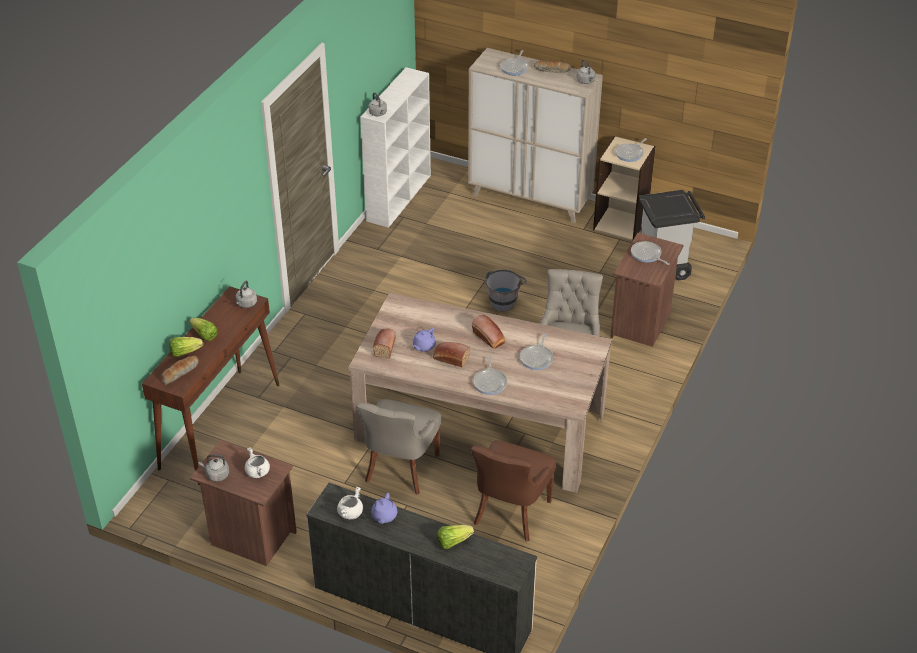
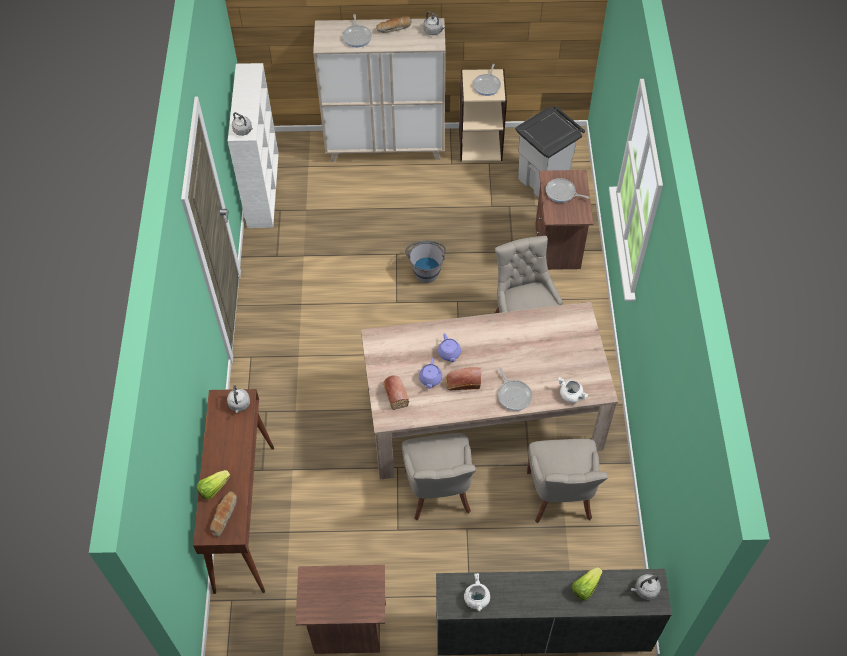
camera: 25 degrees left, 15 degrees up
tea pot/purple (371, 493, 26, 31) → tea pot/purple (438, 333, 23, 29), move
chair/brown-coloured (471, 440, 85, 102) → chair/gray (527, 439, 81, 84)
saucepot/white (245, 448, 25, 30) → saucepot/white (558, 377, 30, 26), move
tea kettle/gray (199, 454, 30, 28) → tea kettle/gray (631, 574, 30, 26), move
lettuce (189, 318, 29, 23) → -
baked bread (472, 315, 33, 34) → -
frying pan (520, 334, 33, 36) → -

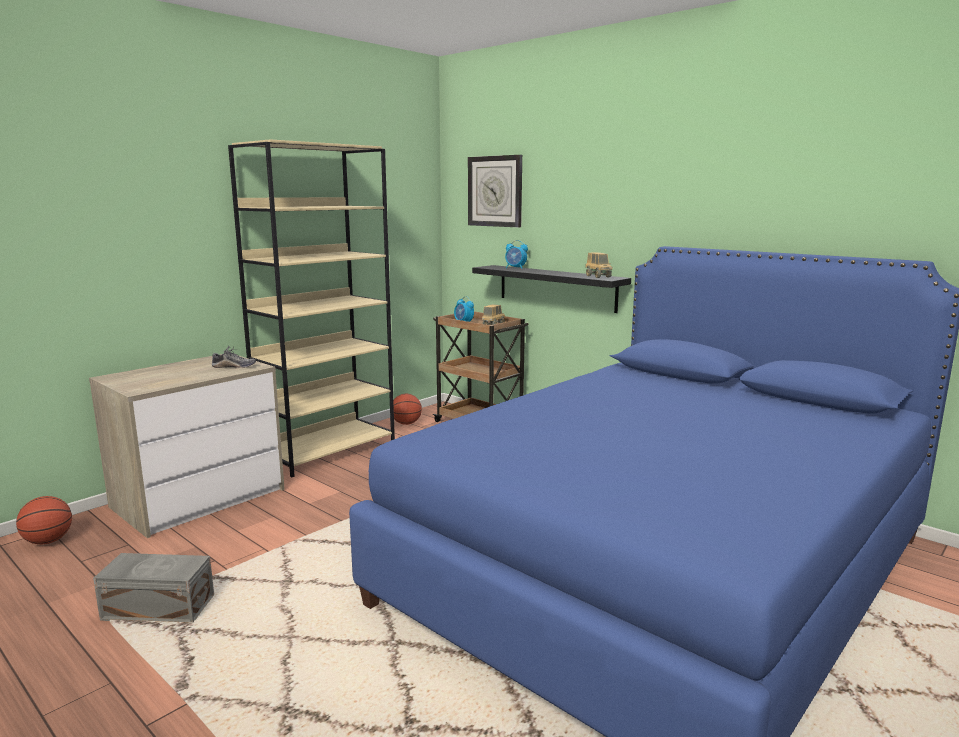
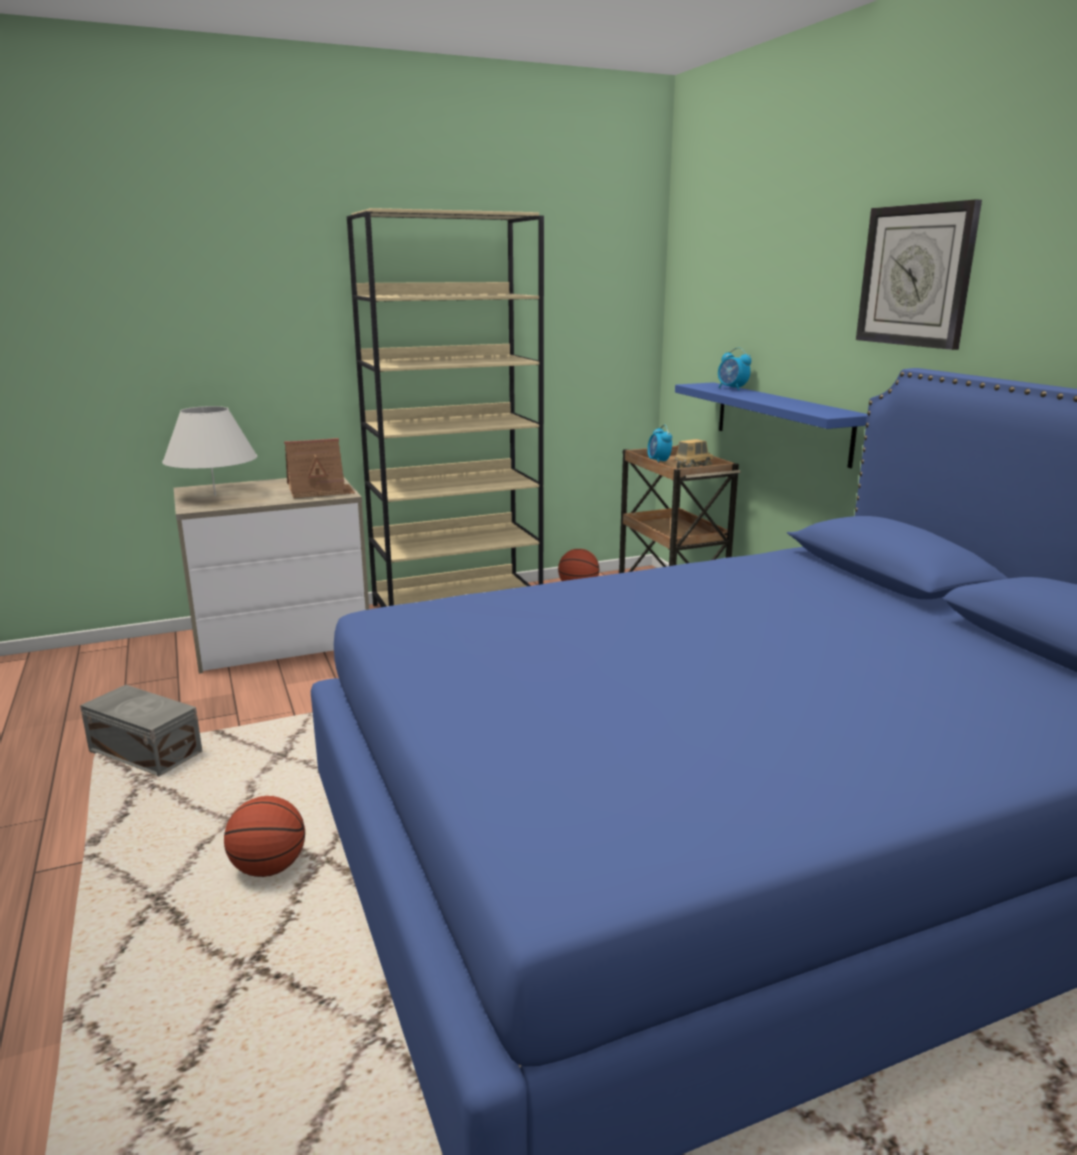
camera: 25 degrees right, 5 degrees up
- → lamp for a table/white (162, 406, 95, 90)
basketball (16, 496, 56, 48) → basketball (224, 796, 81, 81), move
low shoe (212, 346, 44, 22) → model house (284, 438, 71, 61)
bracket shelf/black-coloured (472, 265, 159, 48) → bracket shelf/blue-coloured (675, 382, 192, 86)
hanging clock (468, 155, 54, 72) → hanging clock (856, 200, 126, 150), move
toy truck (585, 252, 28, 26) → -

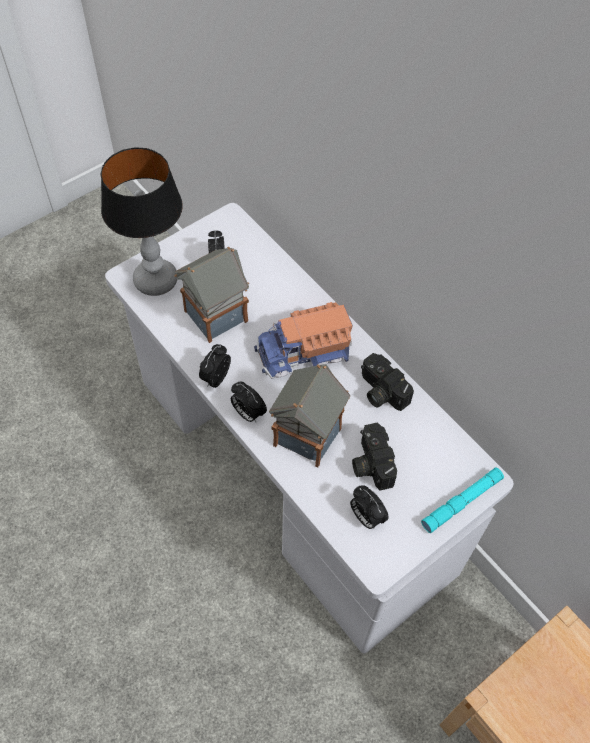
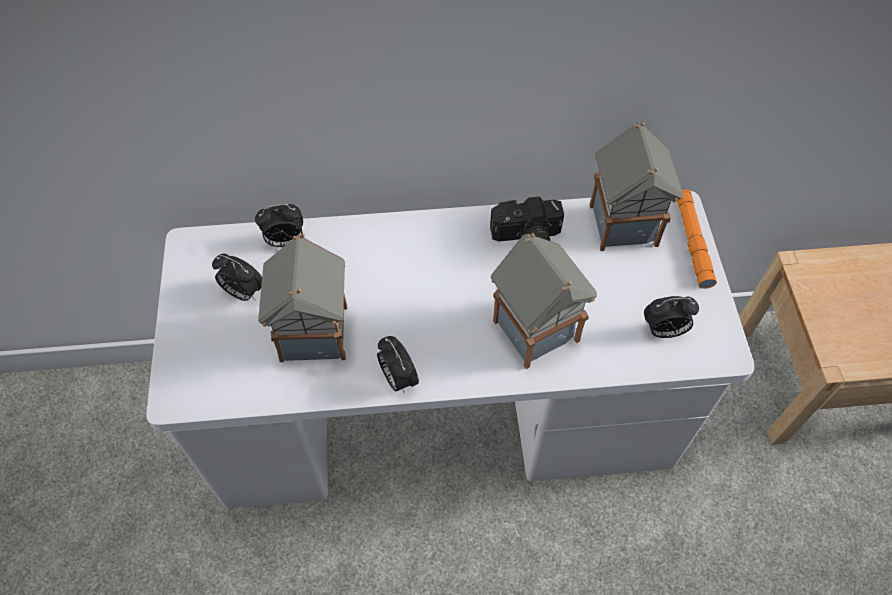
camera: 55 degrees left, 0 degrees up
bedside clock (231, 382, 36, 40) → bedside clock (255, 204, 48, 43), move
- → model house (590, 122, 93, 129)
flashlight/turquoise-coloured (421, 467, 83, 66) → flashlight/orange-coloured (677, 190, 40, 99)
lamp for a table (100, 147, 83, 149) → -
toy truck (254, 302, 99, 77) → -
photo camera (352, 422, 45, 68) → -

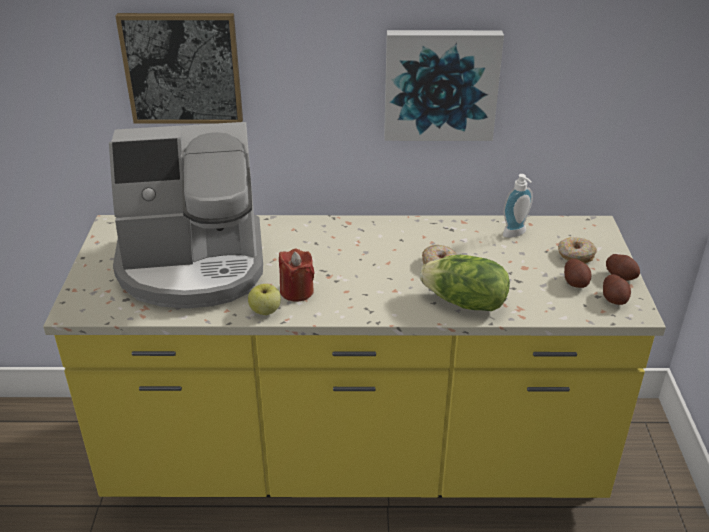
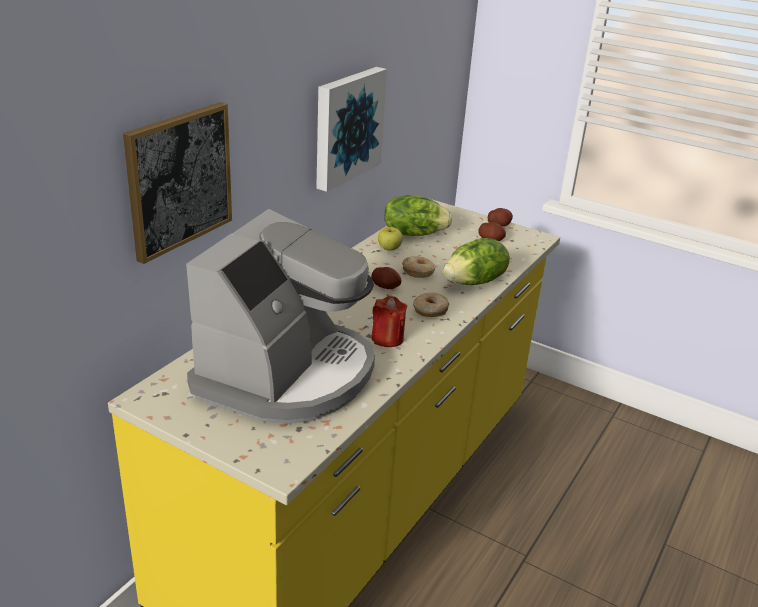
camera: 60 degrees left, 5 degrees down
spud (603, 274, 28, 31) → spud (371, 267, 31, 22), move
whole apple (248, 284, 33, 31) → whole apple (378, 227, 25, 24), move
soap bottle (503, 174, 30, 64) → lettuce (384, 195, 69, 41)
ring doughnut (558, 237, 39, 27) → ring doughnut (413, 292, 36, 25), move

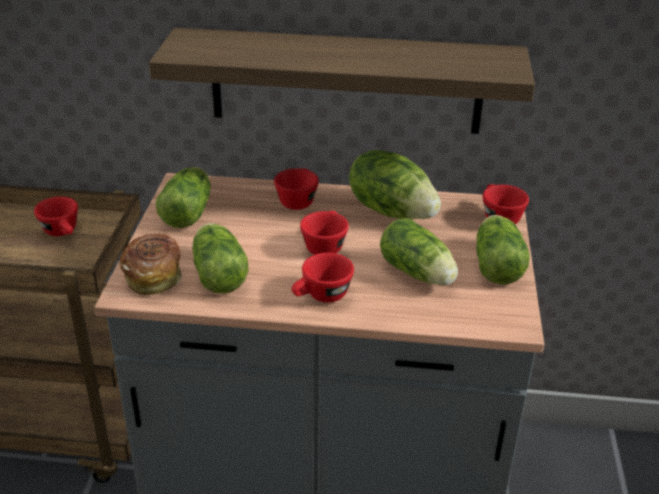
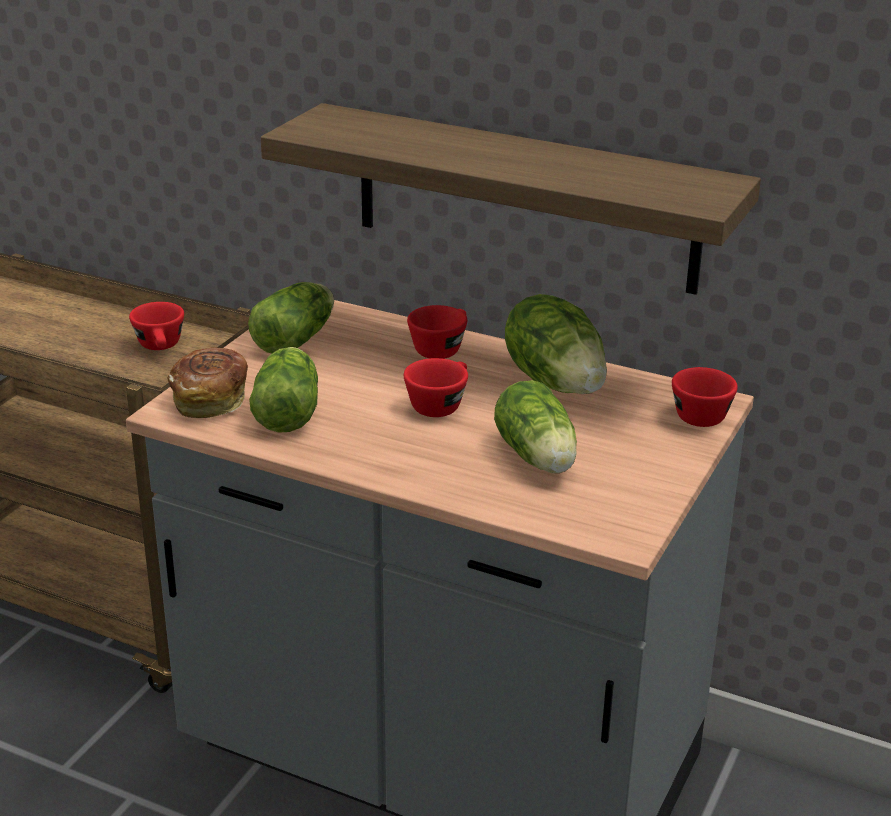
camera: 20 degrees right, 5 degrees down
small cup/red-coloured (291, 253, 63, 50) → -
lettuce (476, 215, 54, 70) → -

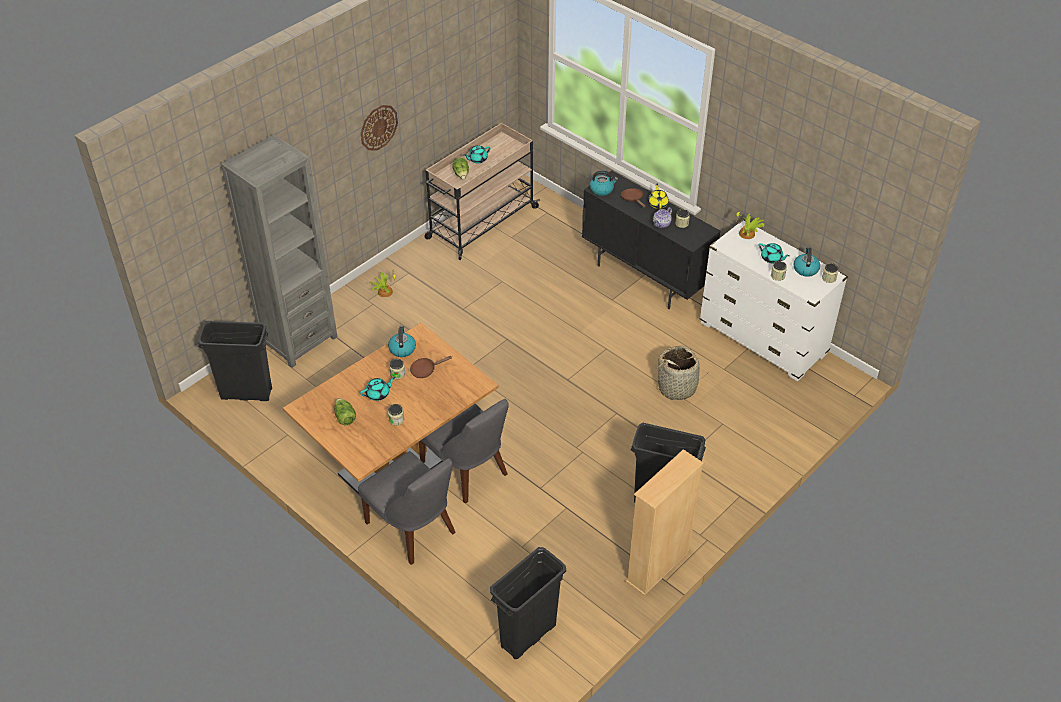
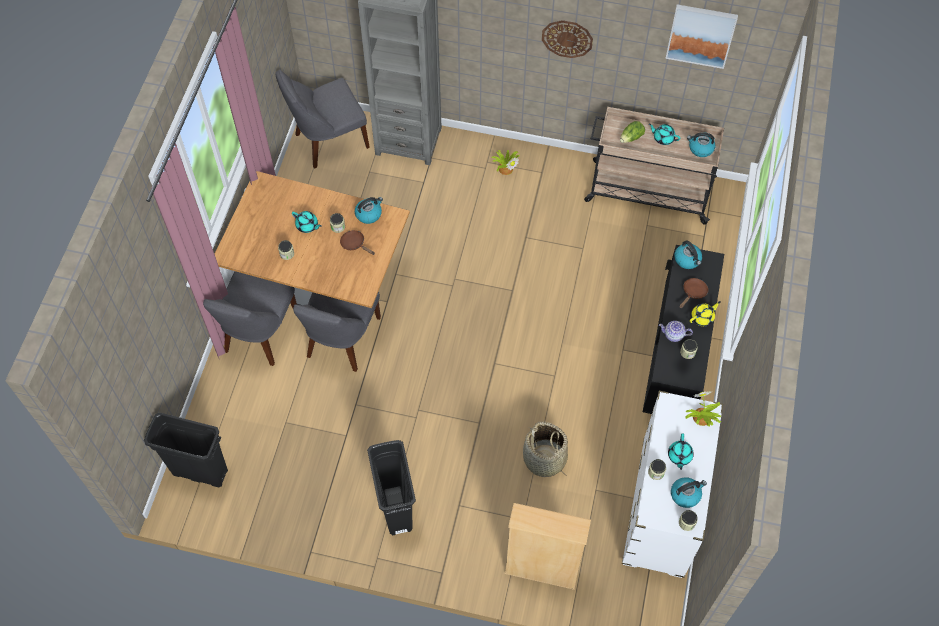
camera: 60 degrees right, 15 degrees up
waste bin/black-coloured (198, 321, 74, 80) → chair/gray (275, 70, 95, 99)
shelving unit/beige-coloured (626, 449, 78, 147) → shelving unit/beige-coloured (504, 503, 87, 87), move
- → wall art (665, 4, 73, 65)
- → tea kettle (687, 132, 28, 25)
lettuce (334, 398, 22, 27) → -

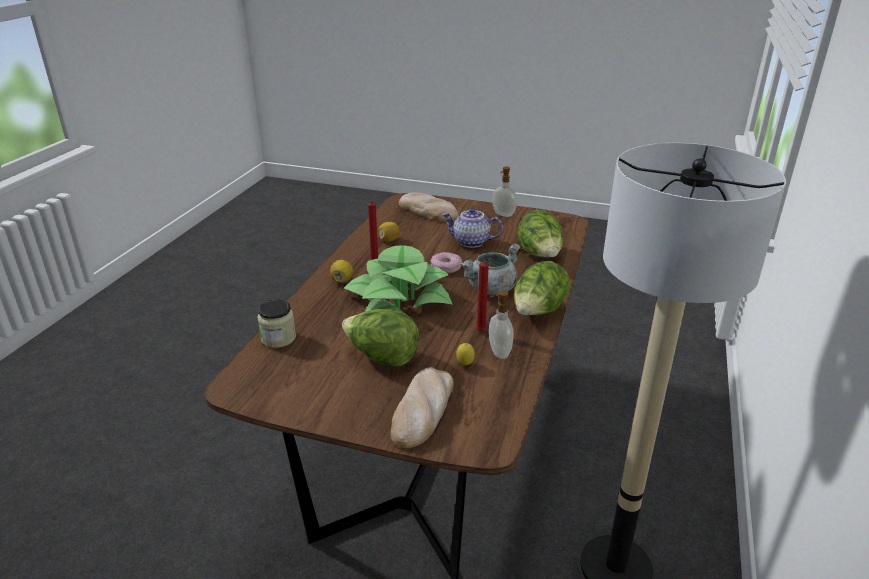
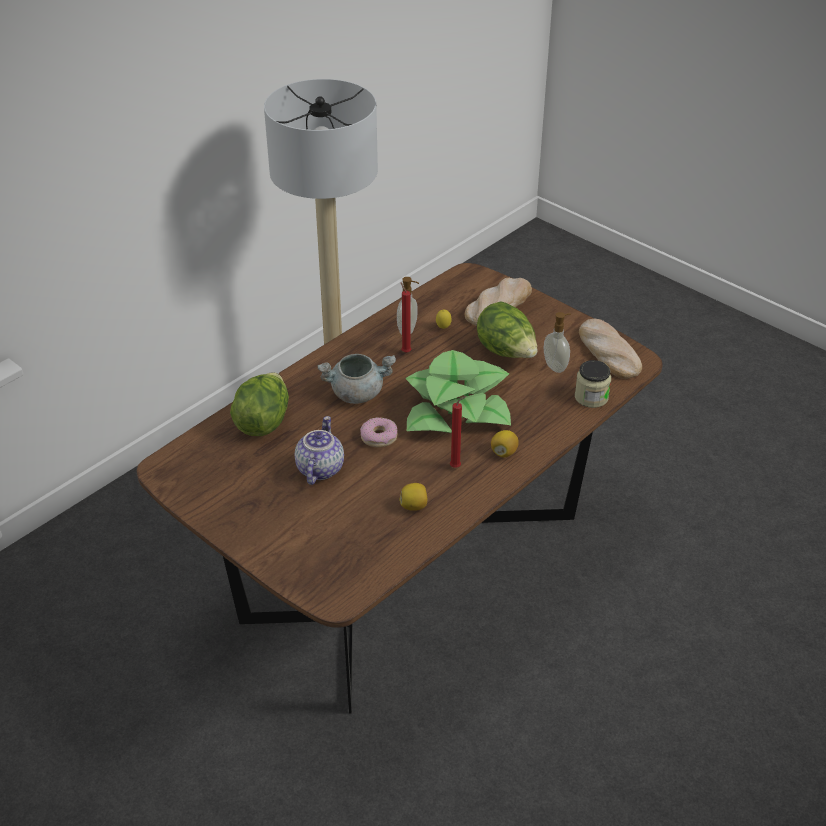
camera: 155 degrees left, 10 degrees up
tea pot (442, 208, 61, 40) → tea pot (295, 416, 49, 69), 120 degrees counterclockwise
soap bottle (492, 167, 25, 50) → soap bottle (544, 312, 27, 61), move
baked bread (399, 192, 60, 31) → baked bread (579, 319, 63, 60), move
lettuce (514, 261, 57, 54) → -

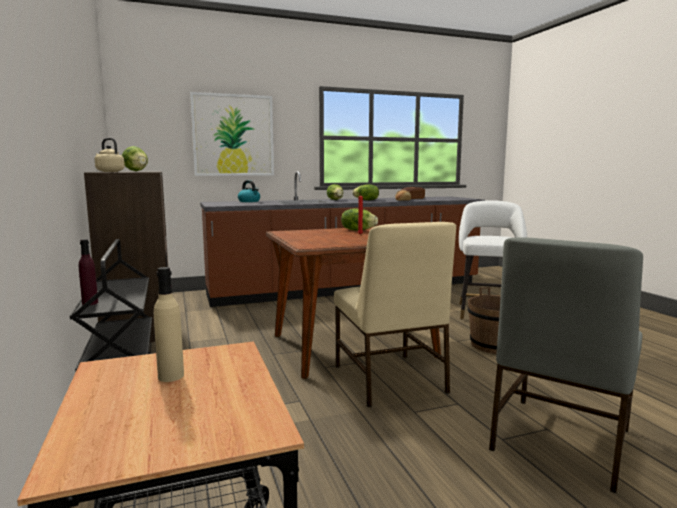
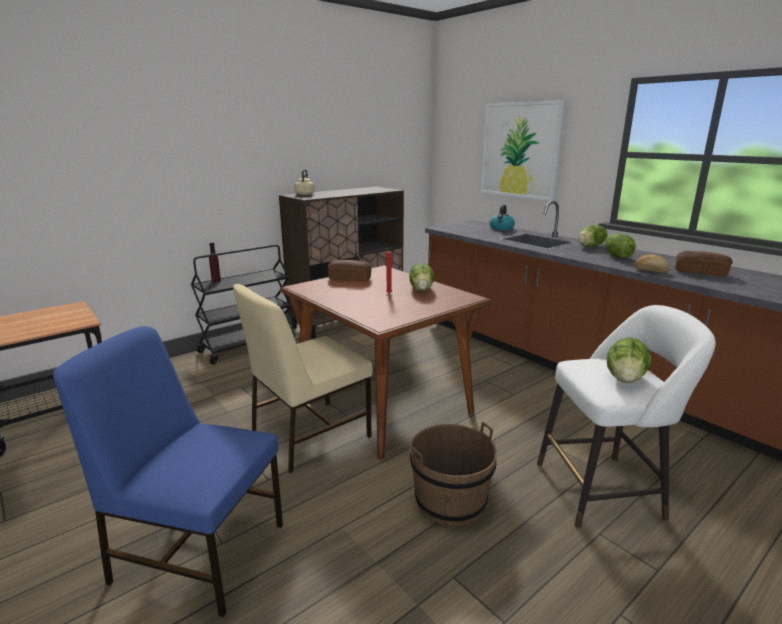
camera: 70 degrees right, 10 degrees up
chair/gray (489, 237, 154, 256) → chair/blue-coloured (53, 326, 230, 291)
- → baked bread (328, 260, 44, 22)
lettuce (122, 146, 26, 25) → lettuce (606, 338, 46, 45), move
bottle/beige-coloured (154, 267, 30, 115) → -

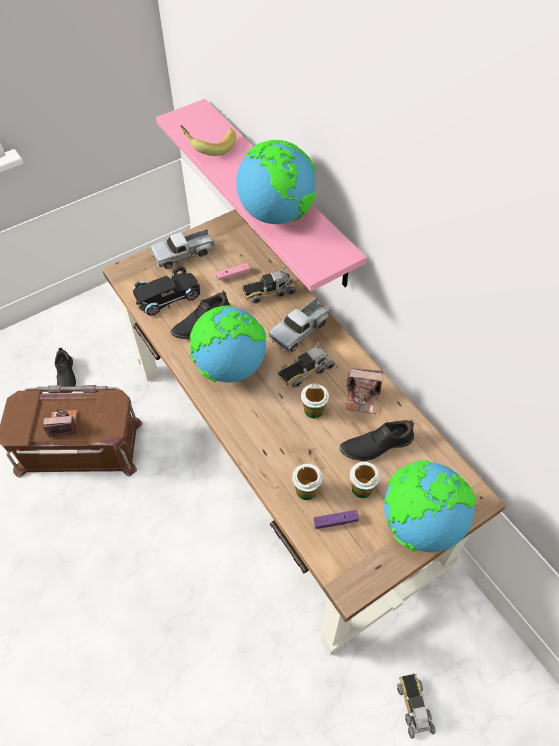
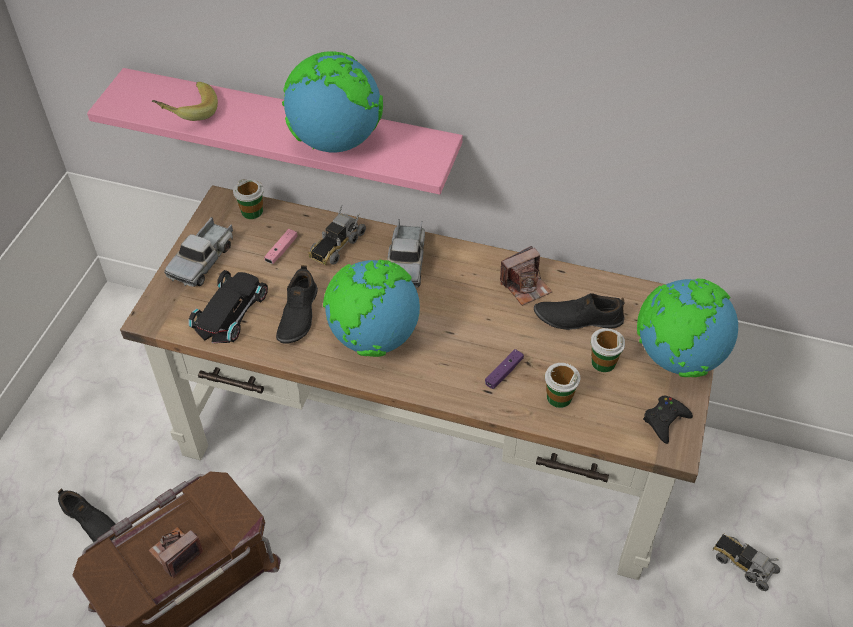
camera: 40 degrees left, 5 degrees down
small cup (301, 384, 28, 35) → small cup (233, 179, 31, 40), move
joypad/purple (314, 510, 45, 19) → joypad/purple (485, 349, 39, 40), move
low shoe/black-coloured (340, 420, 74, 41) → low shoe/black-coloured (534, 293, 91, 37), 60 degrees clockwise
- → joypad/black-coloured (643, 396, 50, 48)
toy truck (278, 341, 57, 47) → -

